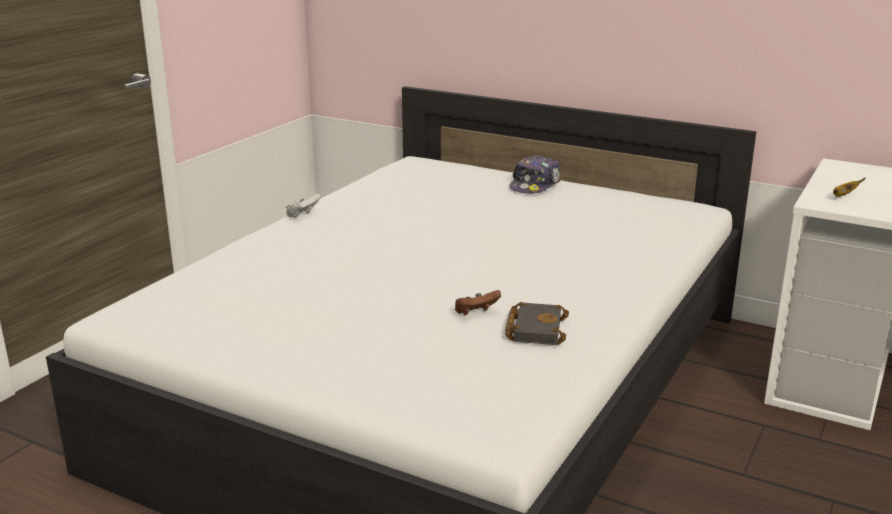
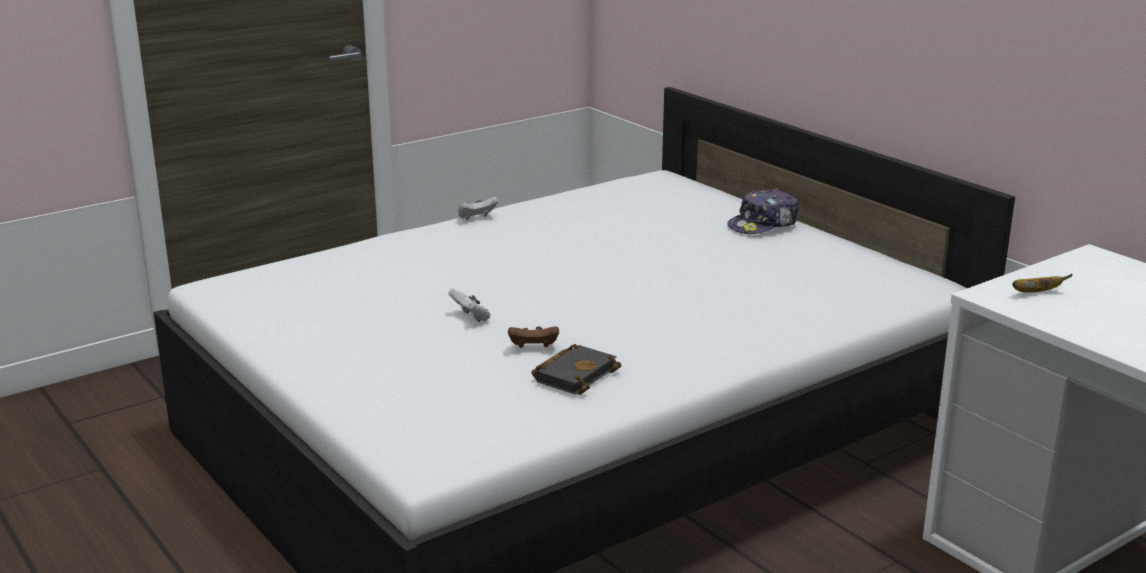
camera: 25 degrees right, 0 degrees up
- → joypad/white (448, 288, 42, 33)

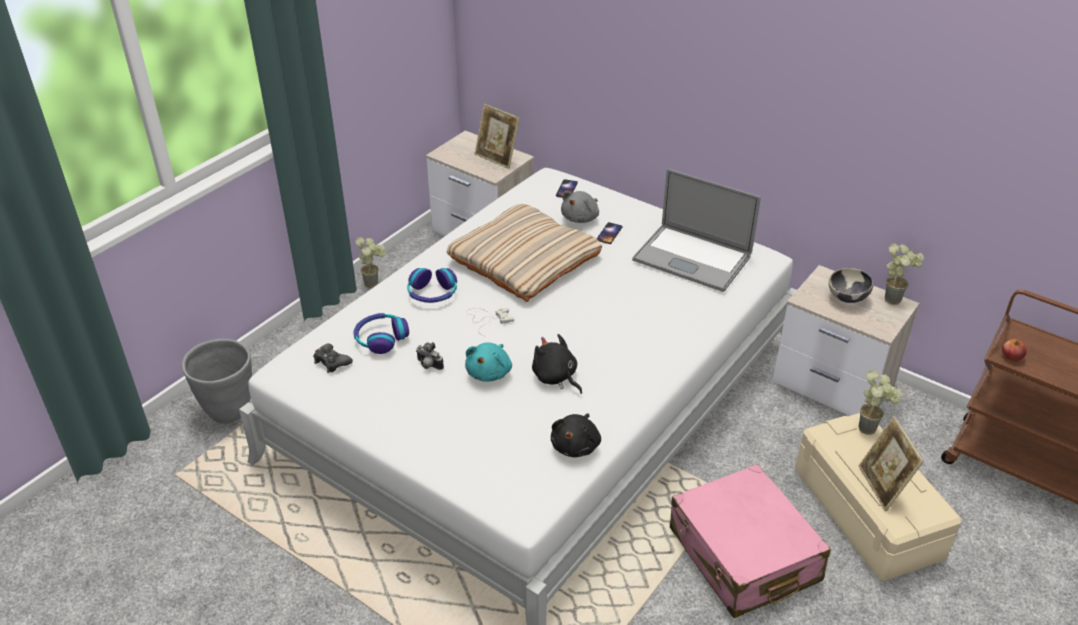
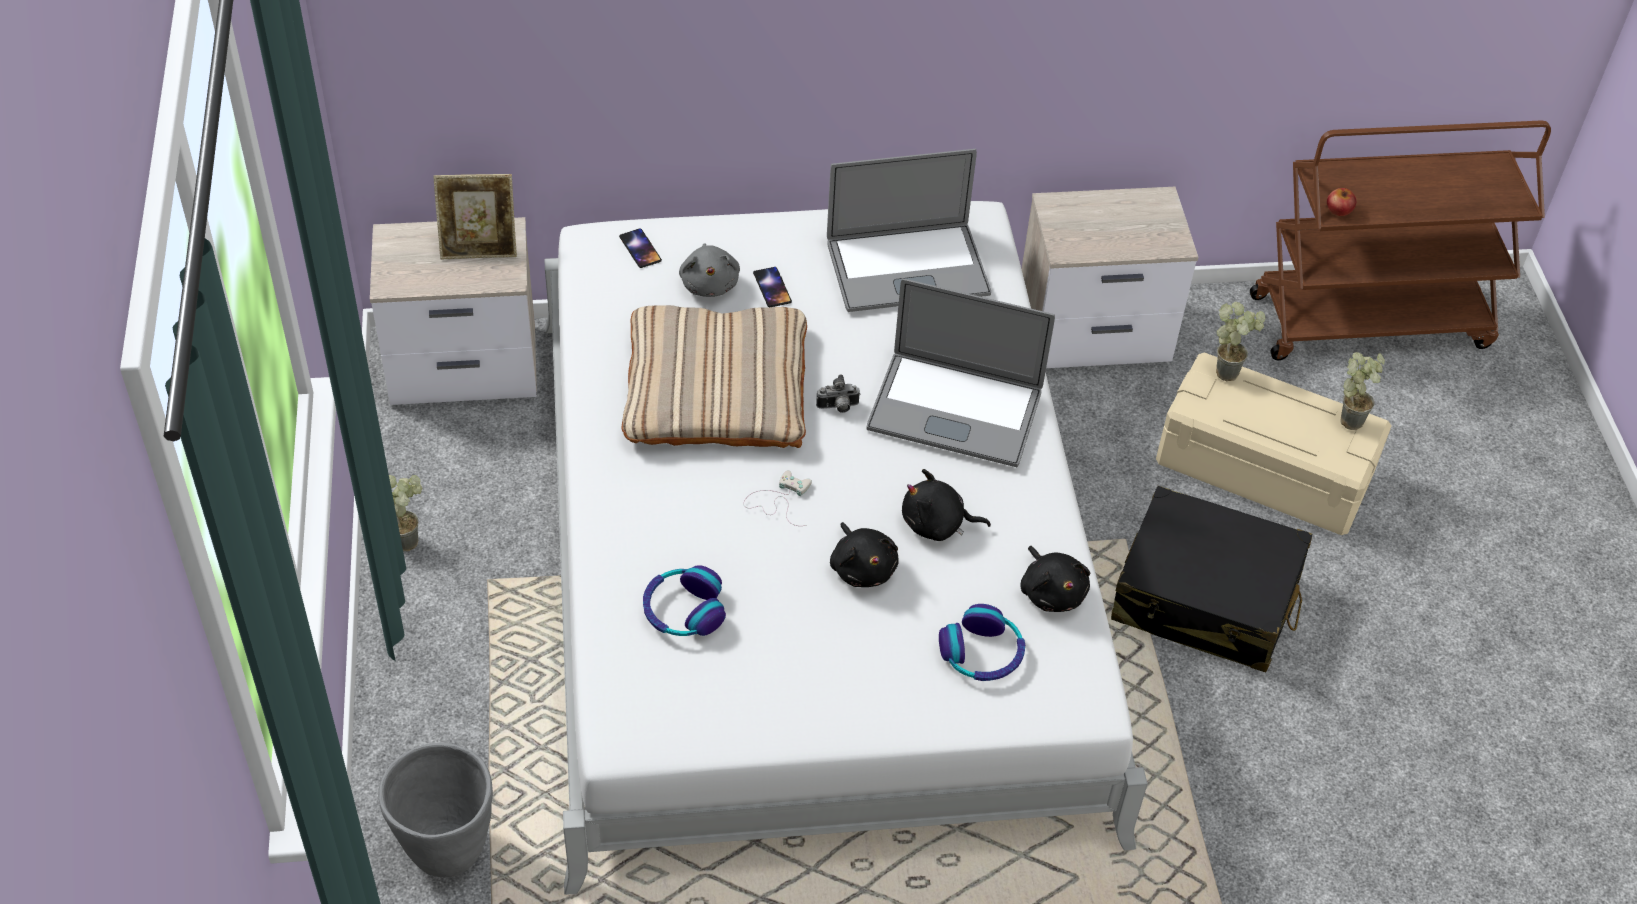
camera: 45 degrees left, 10 degrees up
photo camera (416, 342, 28, 28) → photo camera (816, 375, 45, 38), move
soft toy/turquoise-coloured (465, 342, 47, 40) → soft toy/black-coloured (830, 522, 69, 65)
- → laptop (866, 278, 189, 189)
pair of headphones (407, 268, 50, 35) → pair of headphones (939, 604, 86, 77), move
piece of luggage/pink-coloured (670, 464, 161, 154) → piece of luggage/black-coloured (1111, 486, 201, 186)
plant in a pot (885, 243, 39, 62) → plant in a pot (1340, 352, 45, 78), move
joypad/black-coloured (313, 343, 40, 30) → -
deep dish (829, 268, 44, 35) → -
photo frame (859, 416, 65, 95) → -

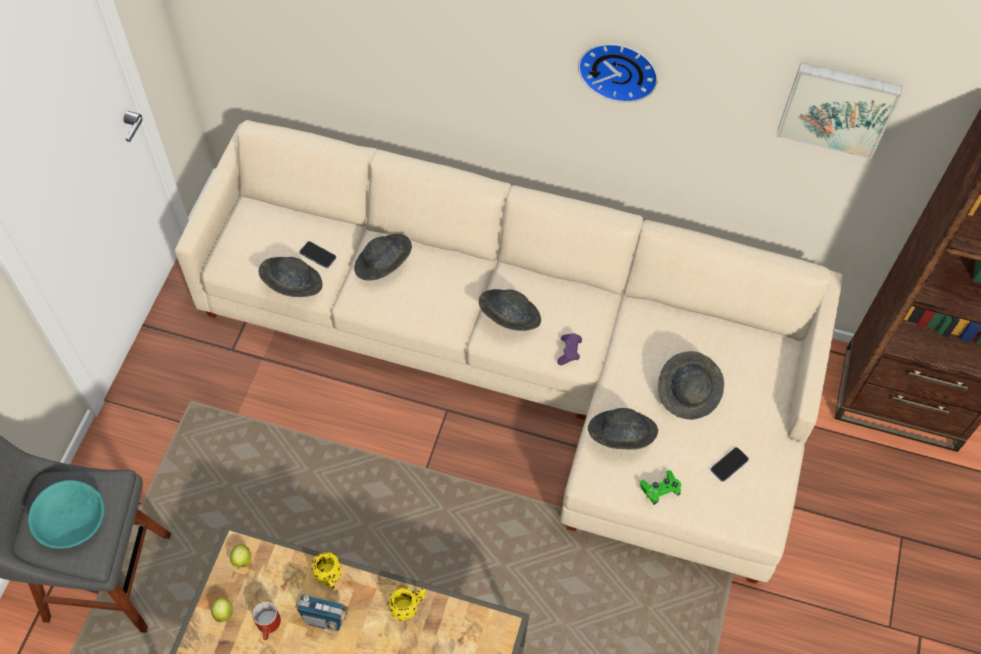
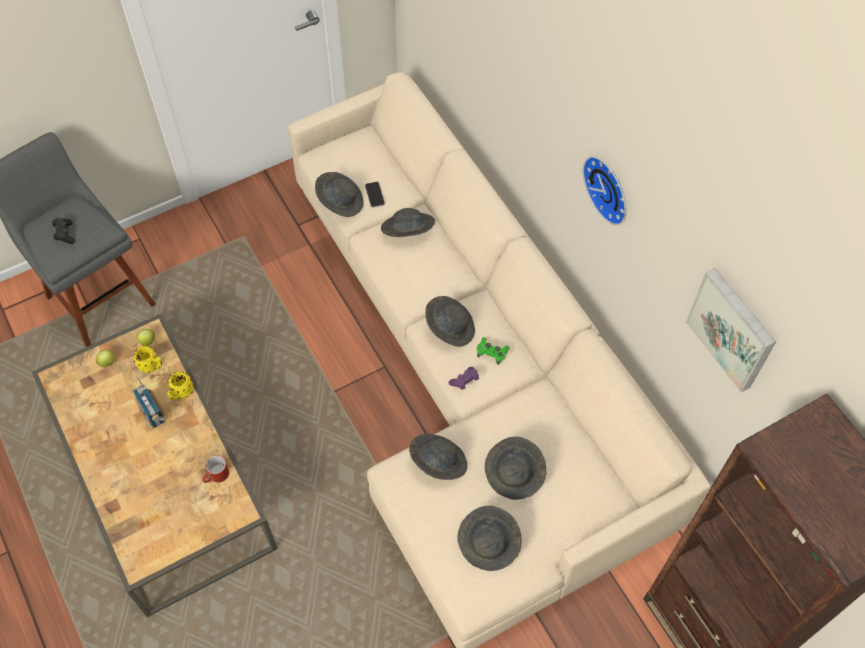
camera: 45 degrees right, 0 degrees up
deep dish/turquoise-coloured (28, 480, 76, 69) → joypad/black-coloured (52, 218, 23, 26)
mug/yellow-coloured (388, 588, 37, 33) → mug/yellow-coloured (133, 346, 29, 27), move
mug/red-coloured (252, 601, 29, 39) → mug/red-coloured (202, 455, 27, 28), move
phone (710, 447, 39, 35) → wearable hat/gray (458, 506, 64, 65)
joypad/green (639, 470, 42, 35) → joypad/green (477, 337, 32, 28), move

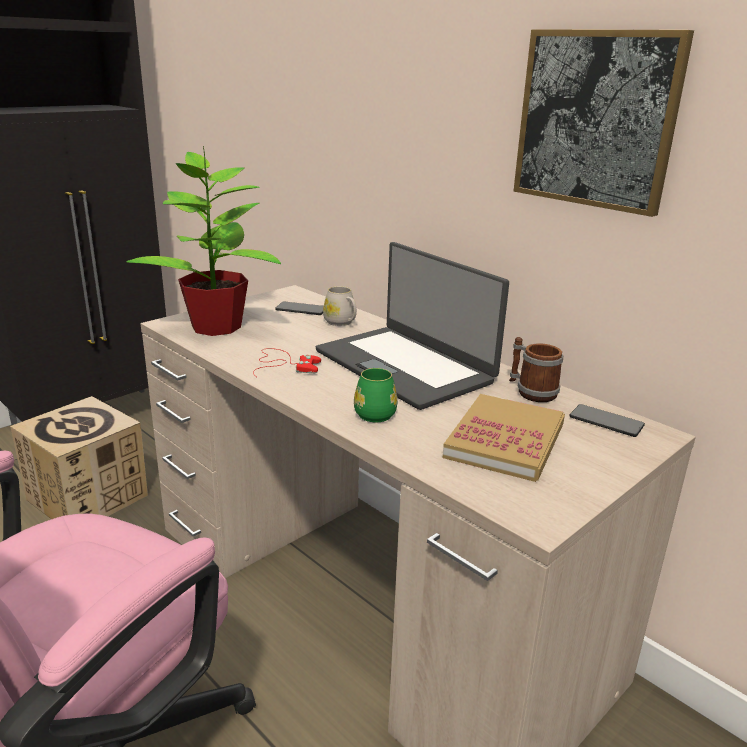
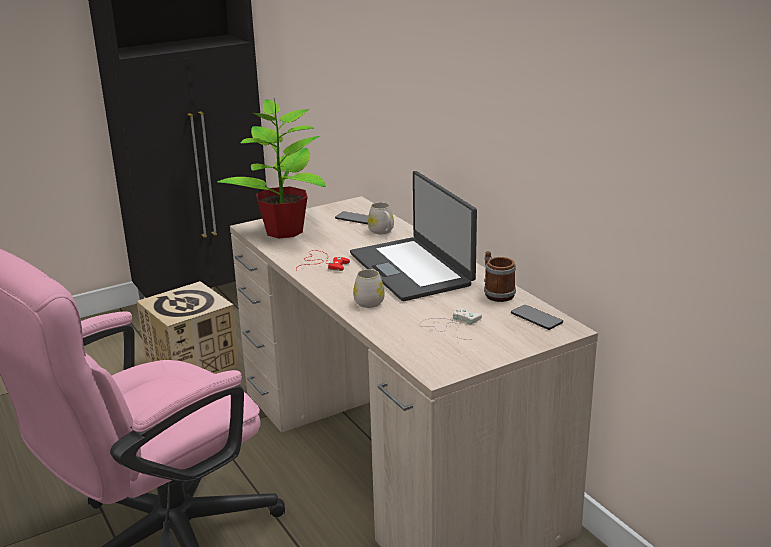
camera: 15 degrees right, 0 degrees up
mug/green (354, 368, 43, 54) → mug/white (353, 269, 32, 39)
volume (443, 394, 122, 88) → joypad/white (419, 308, 63, 32)
wall art (514, 29, 180, 188) → -

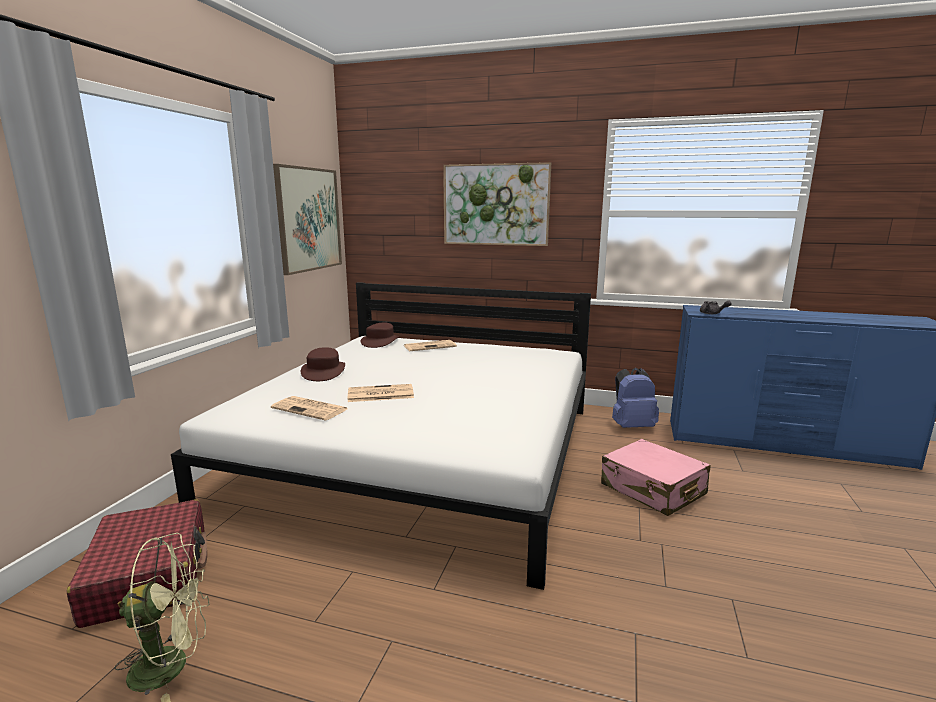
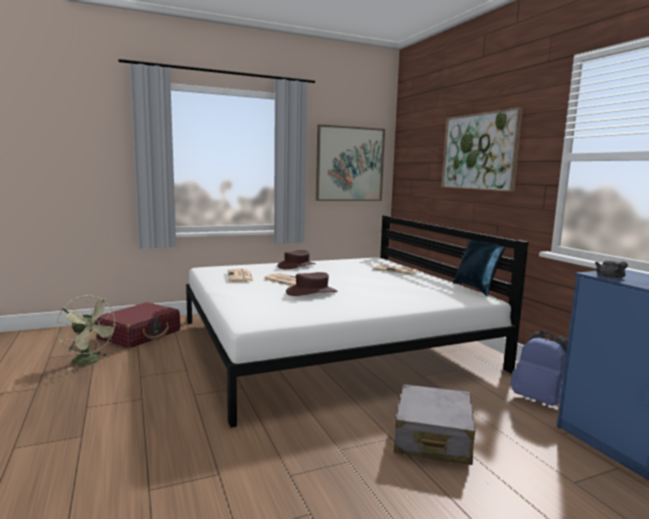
camera: 50 degrees right, 5 degrees down
wearable hat/brown-coloured (361, 323, 39, 25) → wearable hat/brown-coloured (286, 272, 52, 24), move
piece of luggage/pink-coloured (601, 439, 109, 77) → piece of luggage/gray (394, 384, 81, 81)
- → throw pillow/blue-coloured (453, 240, 53, 56)

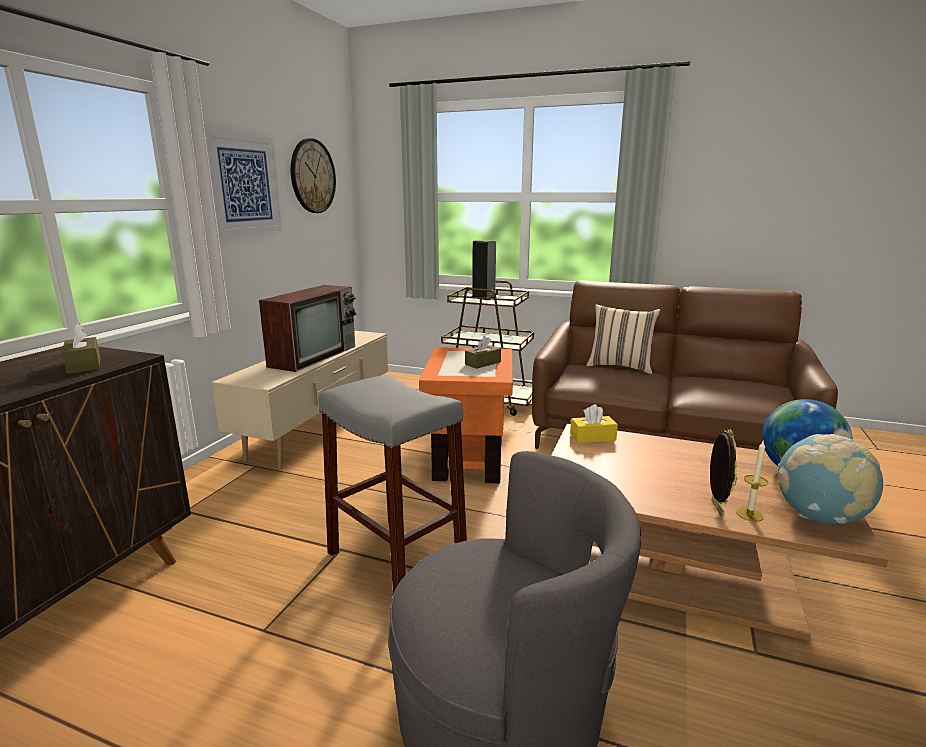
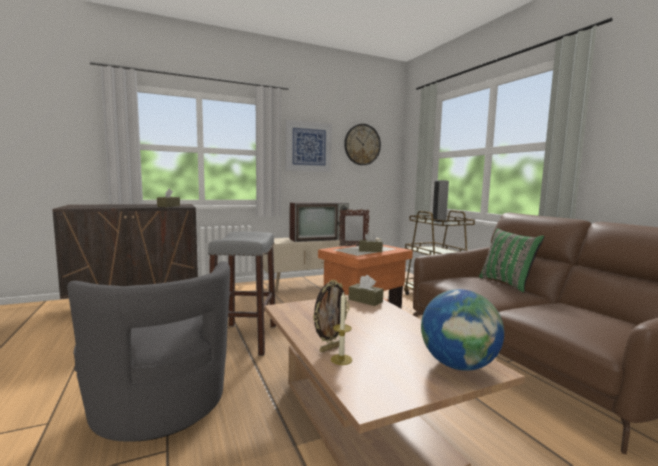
camera: 45 degrees right, 10 degrees down
- → photo frame (339, 209, 30, 37)
box of tissues/yellow-coloured (570, 404, 48, 39) → box of tissues/brown-coloured (349, 275, 34, 31)
throw pillow/beige-coloured (587, 304, 73, 70) → throw pillow/green (479, 228, 65, 65)
world globe (777, 434, 106, 91) → -

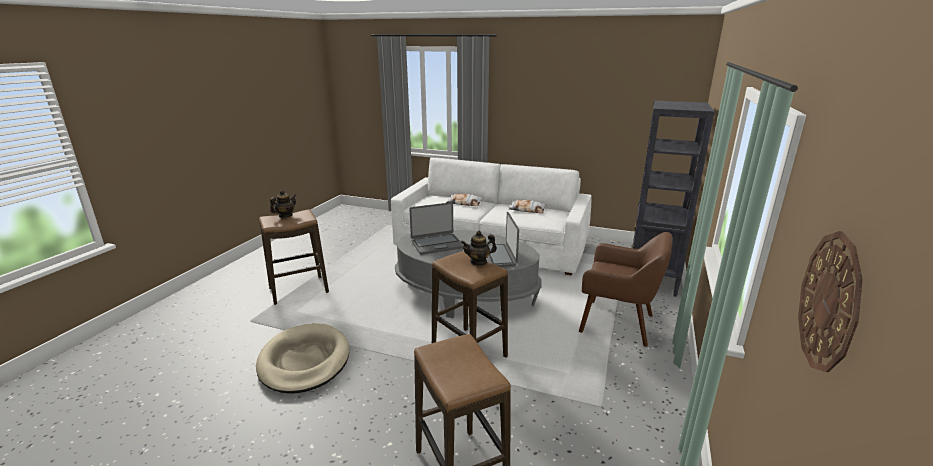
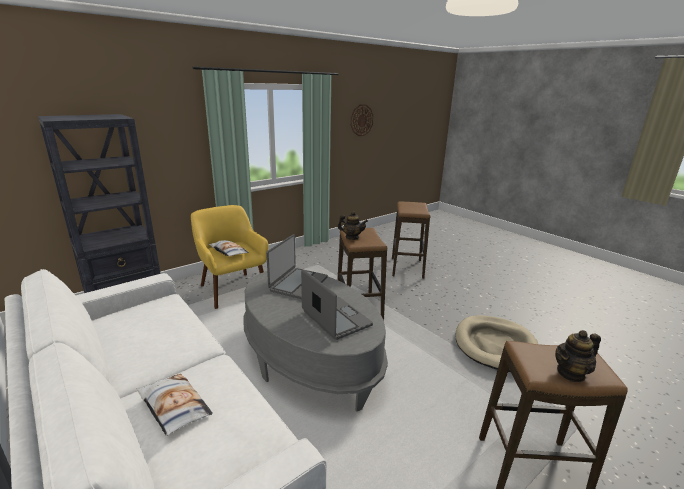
camera: 150 degrees left, 0 degrees up
armchair/brown-coloured (579, 232, 94, 115) → armchair/yellow-coloured (191, 205, 77, 104)
throw pillow (509, 200, 38, 13) → throw pillow (209, 240, 40, 17), move
laptop (410, 202, 54, 53) → laptop (301, 269, 72, 71), 45 degrees clockwise

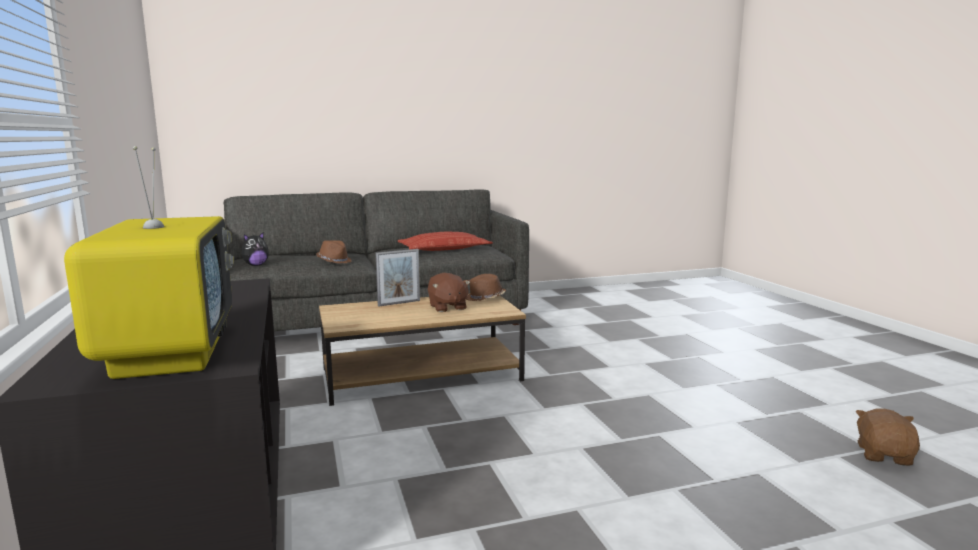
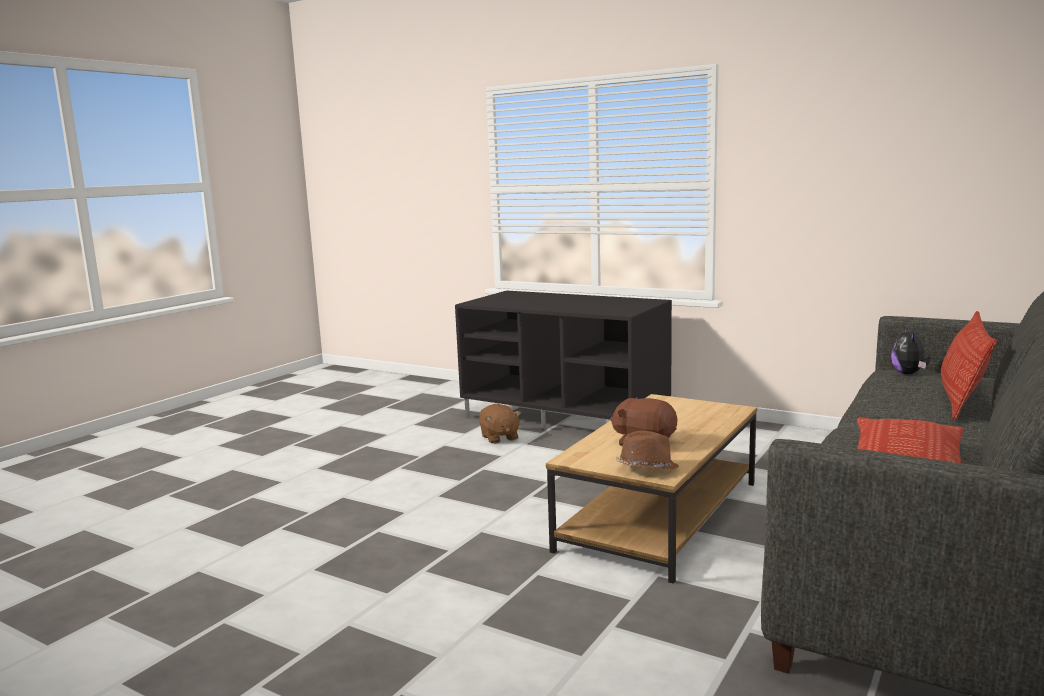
camera: 140 degrees right, 0 degrees up
soft toy/brown-coloured (855, 409, 65, 57) → soft toy/brown-coloured (479, 404, 42, 40), move
- → throw pillow (941, 311, 56, 108)
television (64, 146, 170, 233) → -
wearable hat/brown-coloured (316, 240, 36, 23) → -
photo frame (376, 249, 44, 58) → -

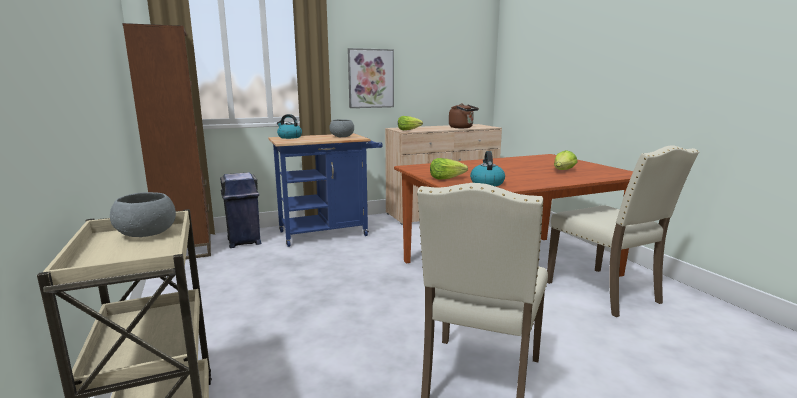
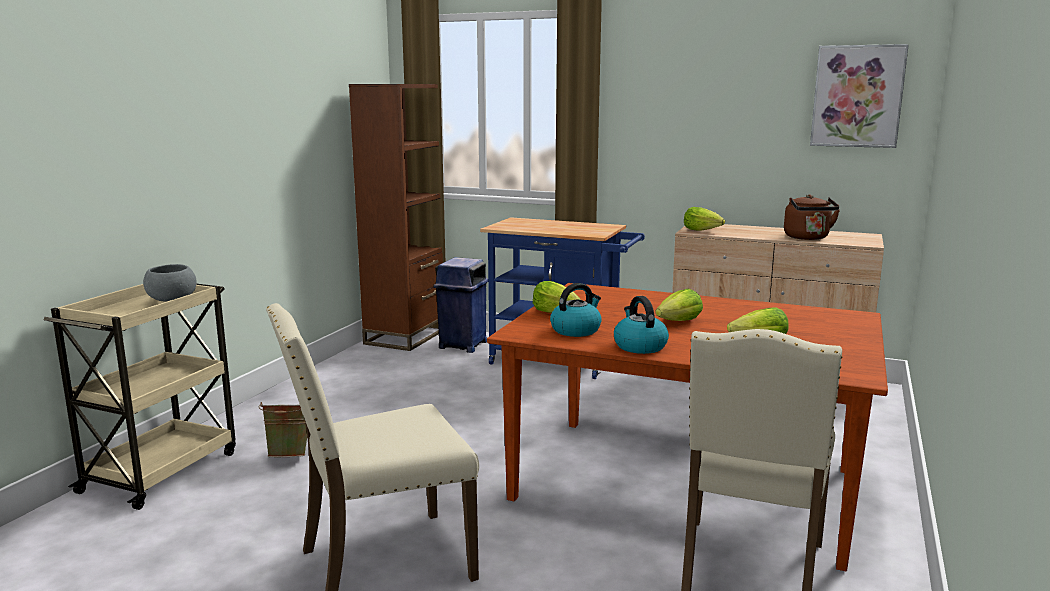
camera: 45 degrees right, 0 degrees up
- → water bucket/green (259, 402, 48, 55)
tea kettle (277, 114, 25, 25) → tea kettle (614, 296, 55, 58), move
- → lettuce (655, 289, 48, 32)
wall art (348, 48, 46, 60) → wall art (810, 44, 99, 104), move
deep dish/gray (329, 119, 25, 18) → -

